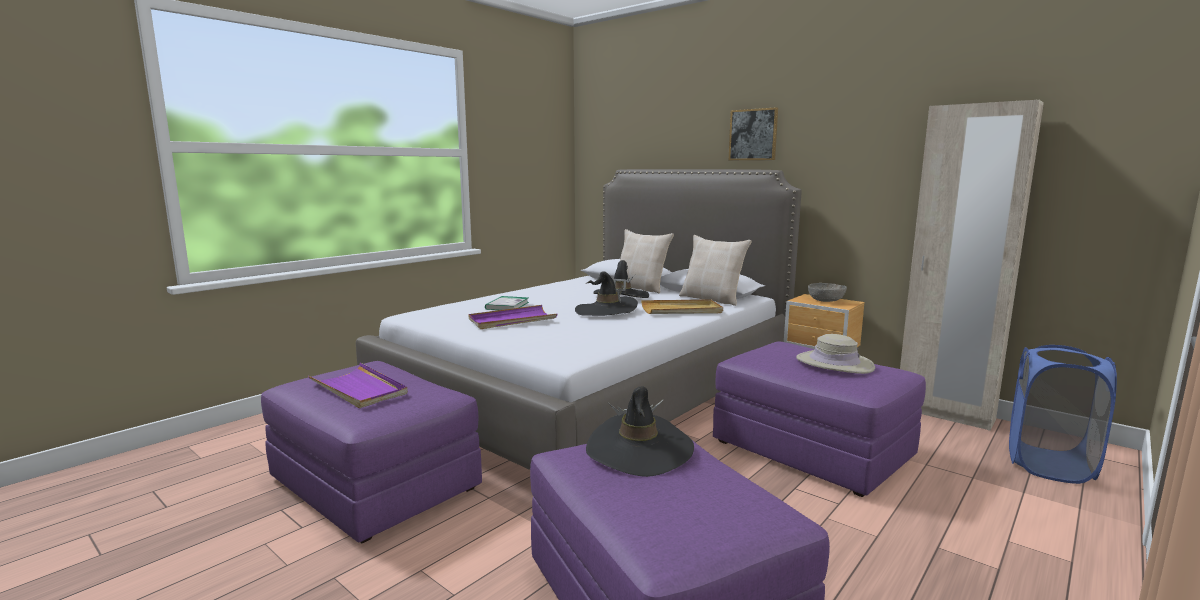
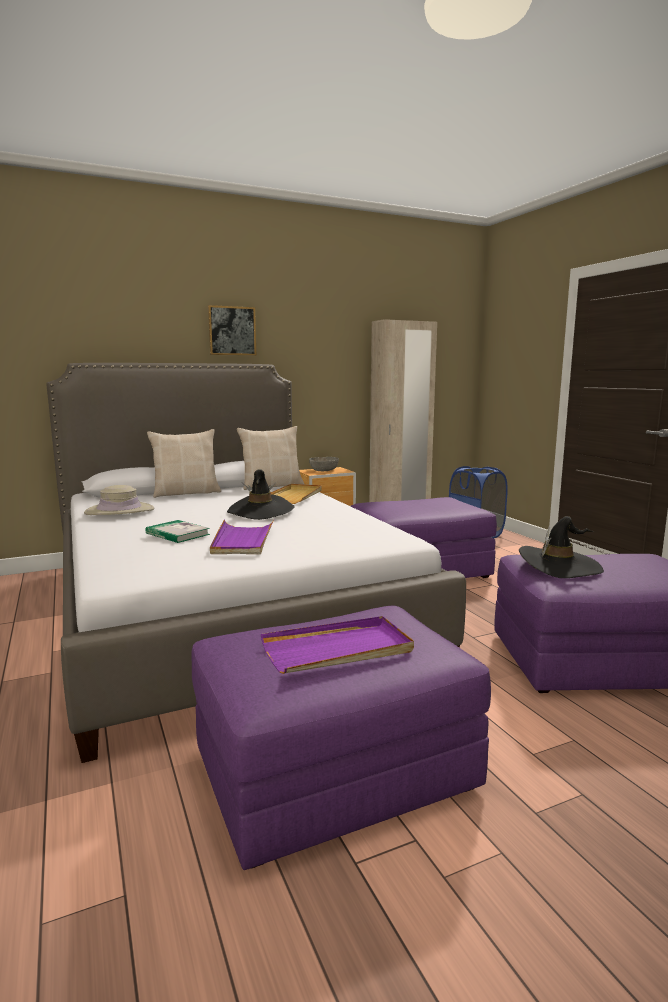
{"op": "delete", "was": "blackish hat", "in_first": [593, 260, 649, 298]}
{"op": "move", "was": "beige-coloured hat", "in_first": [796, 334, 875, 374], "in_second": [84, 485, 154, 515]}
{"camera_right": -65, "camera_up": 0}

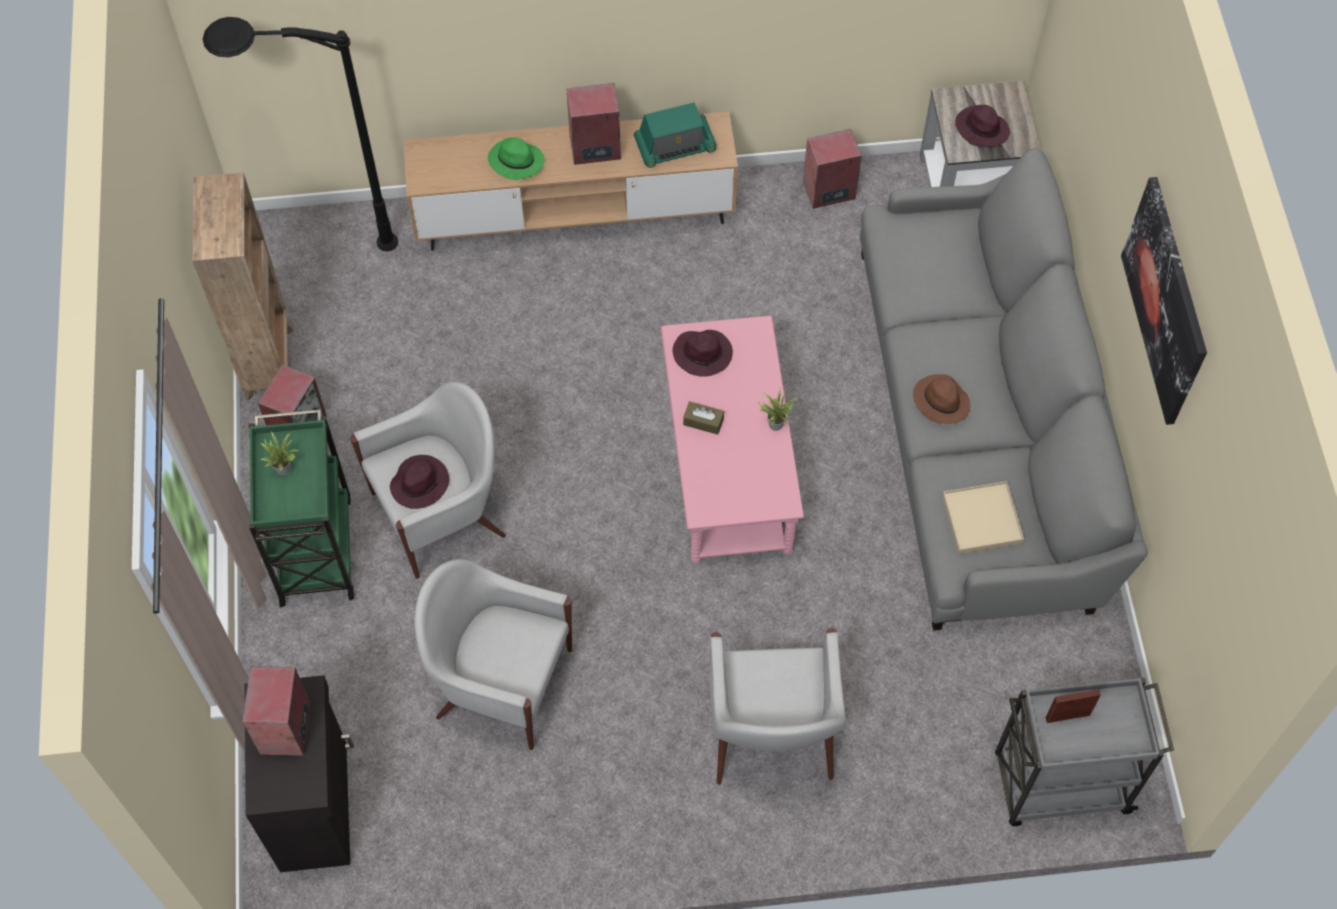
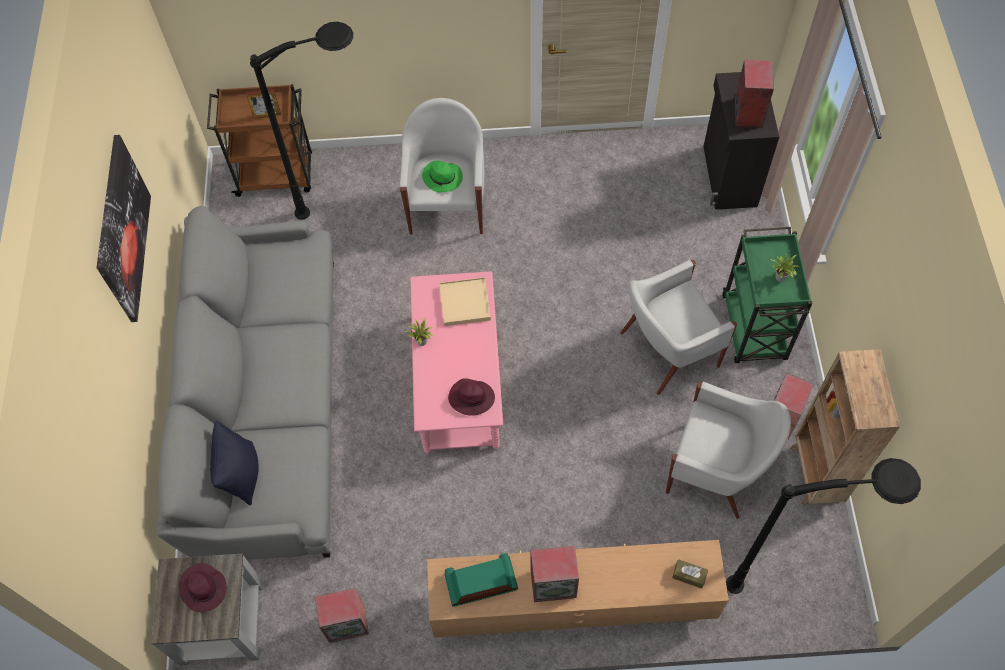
{"op": "delete", "was": "purple hat", "in_first": [390, 455, 449, 509]}
{"op": "move", "was": "white-coloured armchair", "in_first": [414, 559, 572, 750], "in_second": [666, 381, 791, 519]}
{"op": "move", "was": "green-coloured hat", "in_first": [488, 137, 544, 180], "in_second": [422, 160, 463, 192]}
{"op": "move", "was": "brownish box of tissues", "in_first": [683, 401, 724, 435], "in_second": [672, 559, 708, 589]}
{"op": "delete", "was": "brownish hat", "in_first": [913, 374, 970, 424]}
{"op": "move", "was": "beige-coloured serving tray", "in_first": [942, 481, 1024, 554], "in_second": [439, 277, 491, 326]}
{"op": "recolor", "was": "grey wheeled cart", "now": "brownish wheeled cart", "in_first": [995, 677, 1174, 826], "in_second": [207, 84, 312, 197]}
{"op": "insert", "now": "blackish throw pillow", "in_second": [210, 421, 259, 505]}
{"op": "insert", "now": "blackish standing lamp", "in_second": [250, 22, 353, 220]}
{"camera_right": -175, "camera_up": 0}

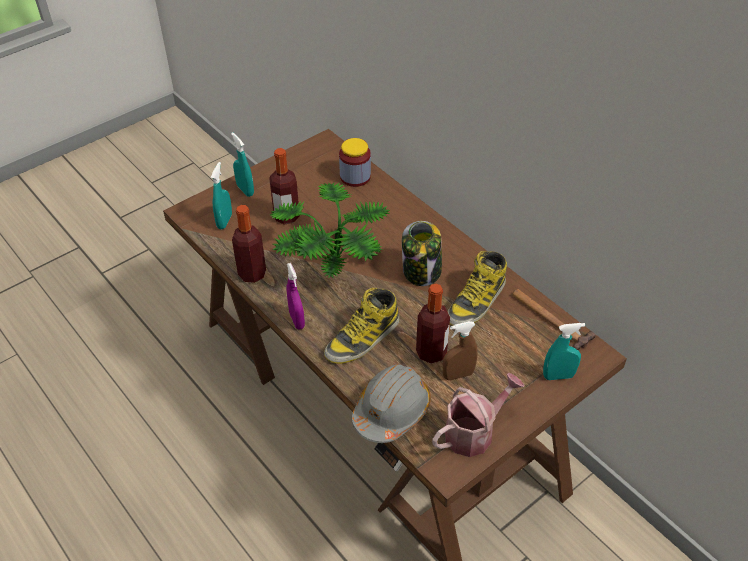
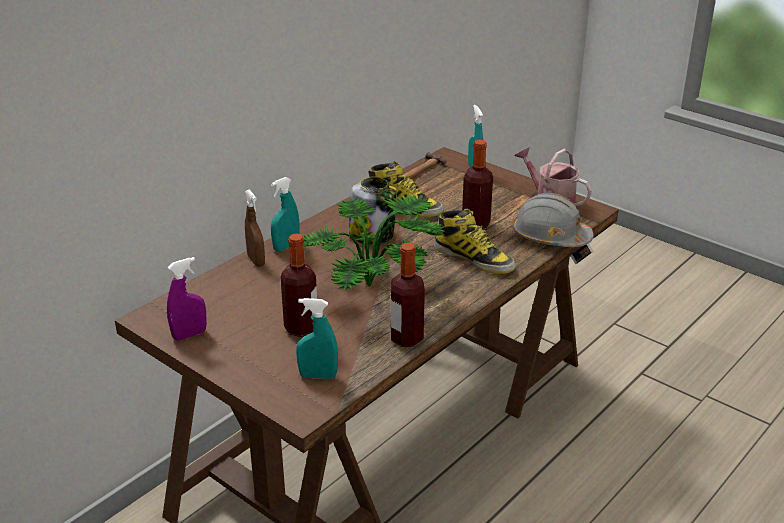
{"op": "move", "was": "turquoise-coloured hand sprayer", "in_first": [231, 132, 254, 197], "in_second": [271, 177, 300, 251]}
{"op": "move", "was": "purple hand sprayer", "in_first": [286, 263, 305, 329], "in_second": [167, 257, 207, 340]}
{"op": "delete", "was": "preserve jar", "in_first": [339, 138, 371, 187]}
{"op": "move", "was": "brownish hand sprayer", "in_first": [443, 321, 478, 380], "in_second": [245, 189, 265, 267]}
{"camera_right": -100, "camera_up": -15}

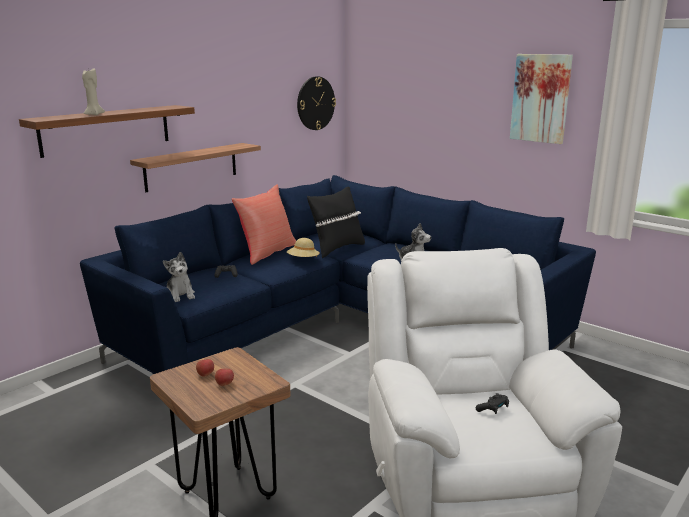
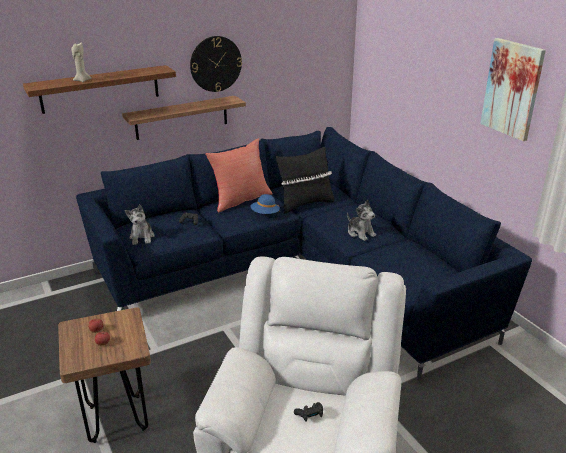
{"op": "recolor", "was": "beige-coloured hat", "now": "blue hat", "in_first": [287, 238, 320, 257], "in_second": [250, 194, 280, 214]}
{"op": "move", "was": "hanging clock", "in_first": [297, 76, 336, 130], "in_second": [190, 36, 242, 92]}
{"camera_right": 20, "camera_up": 10}

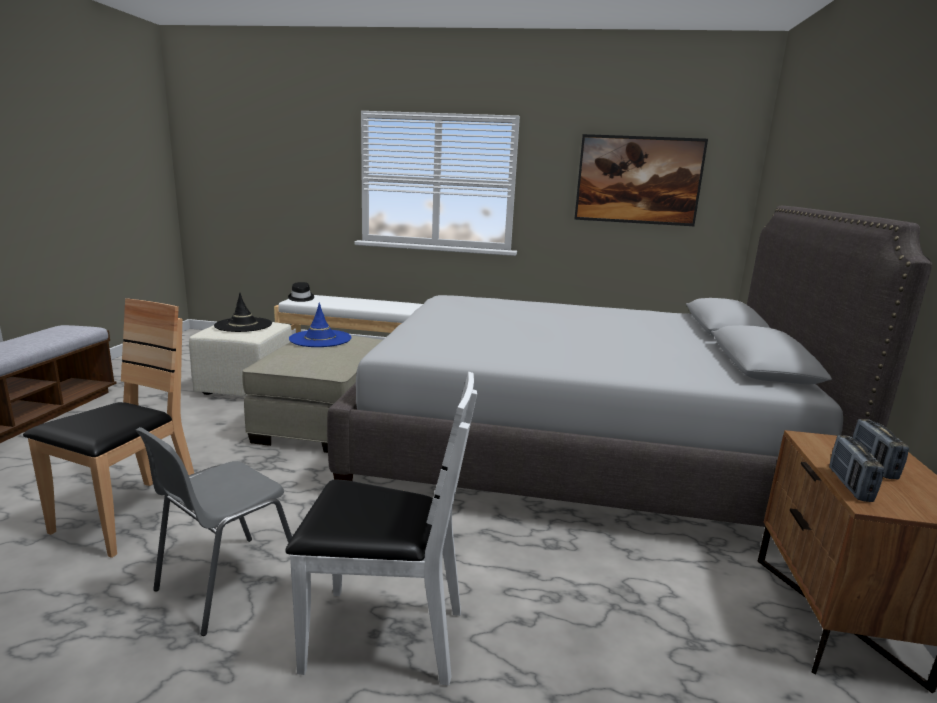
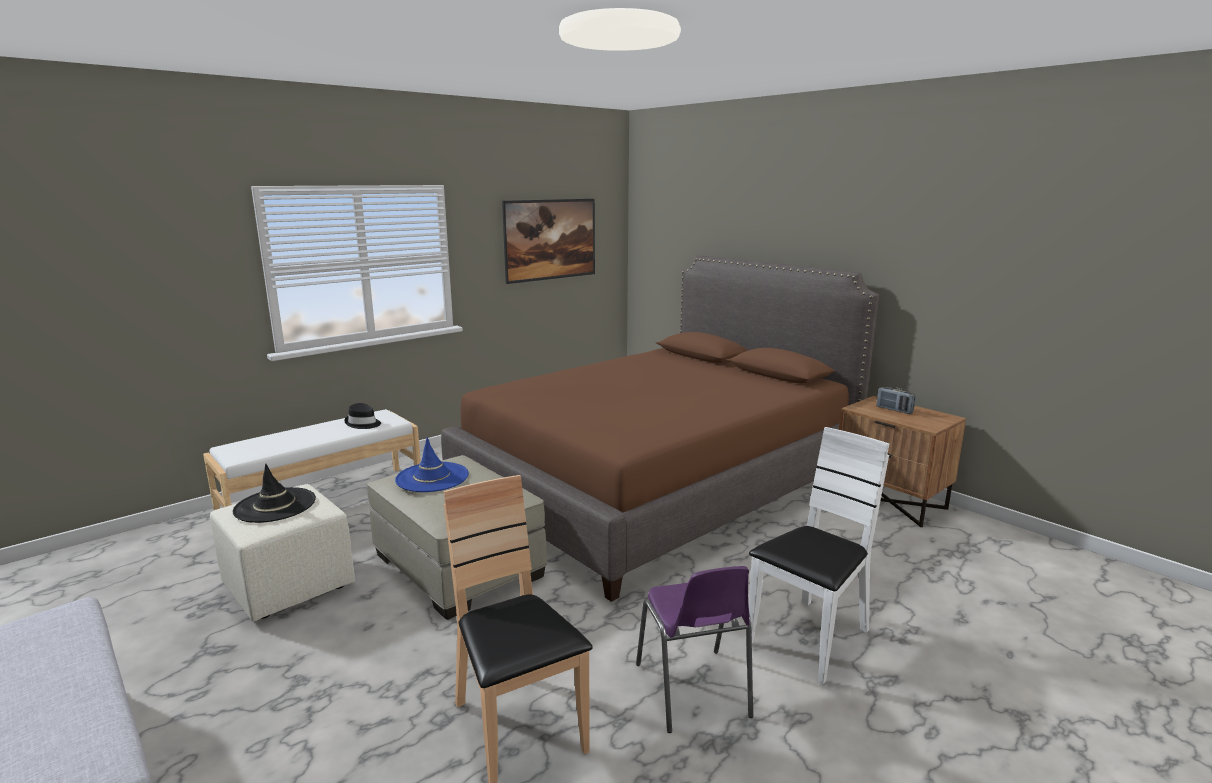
{"op": "recolor", "was": "grey plain chair", "now": "purple plain chair", "in_first": [136, 427, 292, 636], "in_second": [636, 566, 753, 733]}
{"op": "move", "was": "blackish hat", "in_first": [288, 282, 314, 302], "in_second": [345, 403, 381, 429]}
{"op": "recolor", "was": "grey bed", "now": "brownish bed", "in_first": [327, 206, 932, 527], "in_second": [441, 255, 879, 602]}
{"op": "delete", "was": "radio receiver", "in_first": [829, 435, 884, 502]}
{"camera_right": -50, "camera_up": 0}

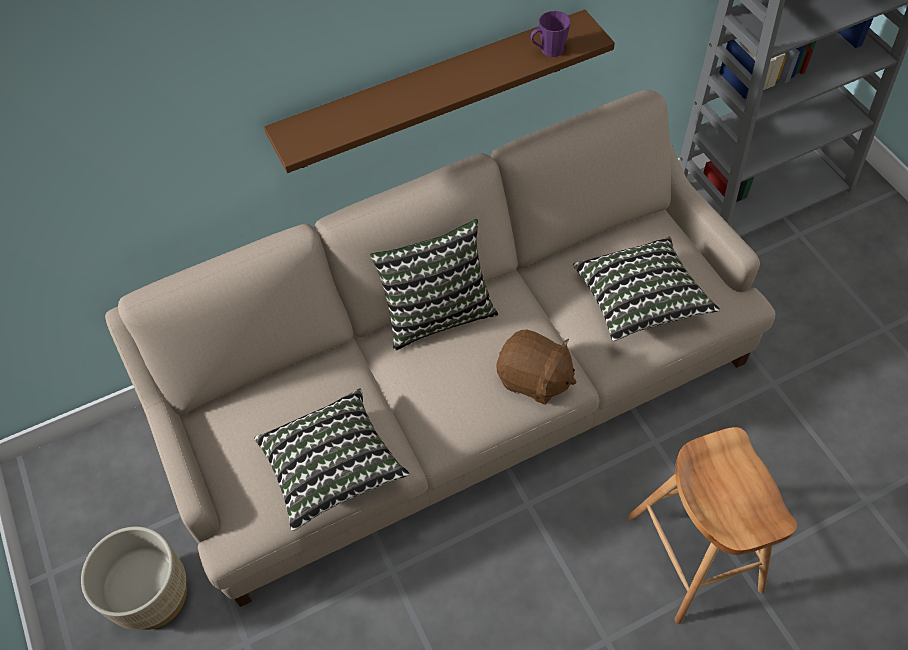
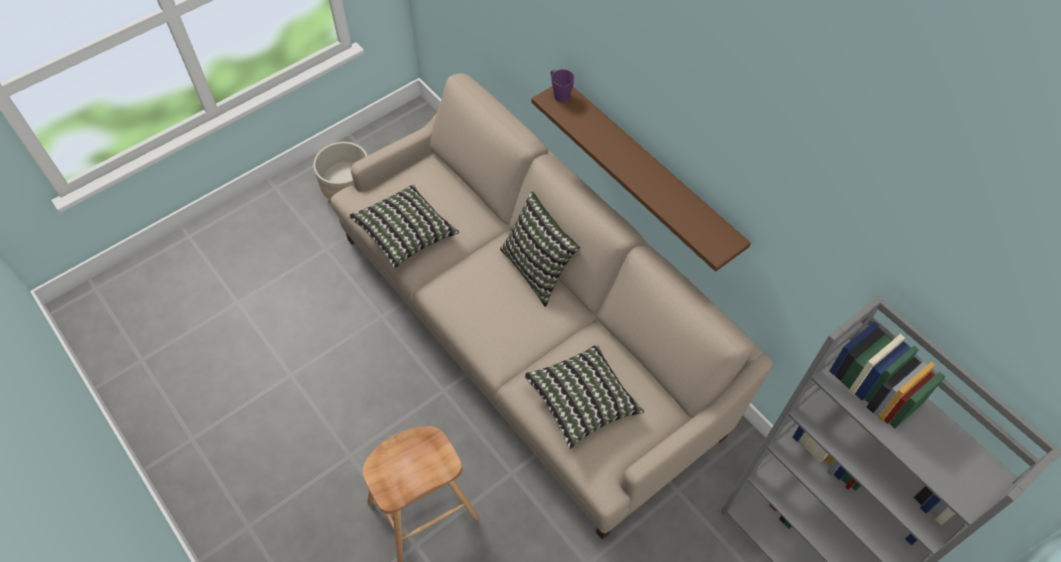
{"op": "delete", "was": "brownish soft toy", "in_first": [496, 329, 576, 405]}
{"op": "move", "was": "purple coffee mug", "in_first": [531, 11, 571, 57], "in_second": [551, 69, 575, 102]}
{"camera_right": 75, "camera_up": 0}

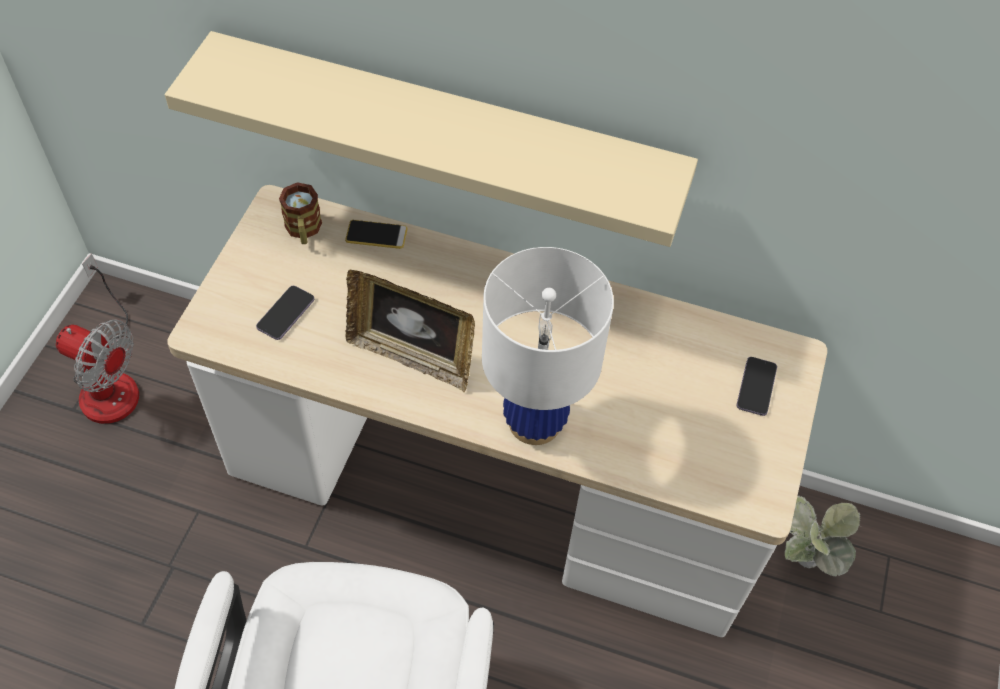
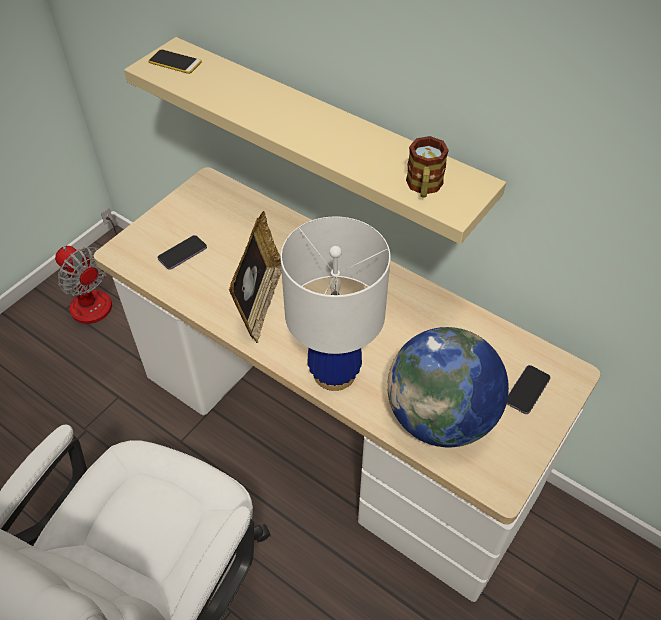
{"op": "move", "was": "coffee mug", "in_first": [279, 182, 322, 244], "in_second": [406, 136, 449, 198]}
{"op": "move", "was": "phone", "in_first": [345, 220, 408, 249], "in_second": [148, 49, 202, 74]}
{"op": "rotate", "was": "standing frame", "in_first": [345, 270, 475, 392], "in_second": [229, 211, 282, 343], "clockwise": -120}
{"op": "delete", "was": "plant in a pot", "in_first": [785, 496, 860, 577]}
{"op": "insert", "now": "world globe", "in_second": [387, 327, 509, 447]}
{"camera_right": 20, "camera_up": -5}

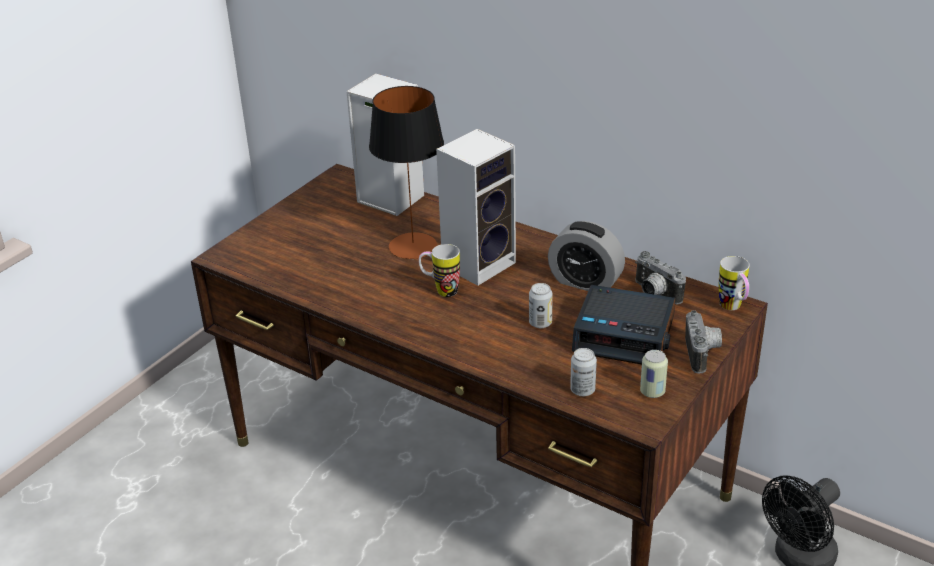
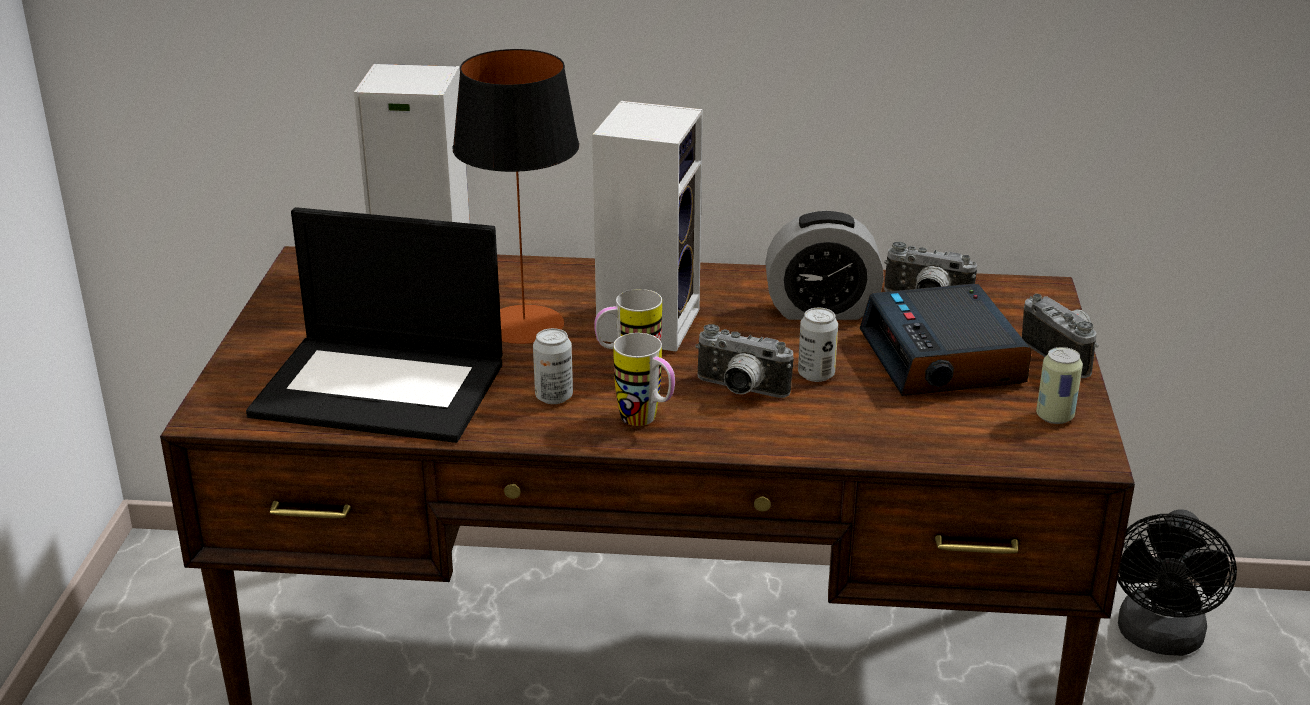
{"op": "move", "was": "sealed can", "in_first": [570, 348, 597, 396], "in_second": [533, 328, 573, 404]}
{"op": "rotate", "was": "bedside clock", "in_first": [572, 285, 676, 364], "in_second": [860, 284, 1032, 396], "clockwise": 90}
{"op": "move", "was": "coffee mug", "in_first": [719, 256, 750, 310], "in_second": [613, 333, 675, 426]}
{"op": "insert", "now": "portable computer", "in_second": [246, 207, 502, 443]}
{"op": "insert", "now": "still camera", "in_second": [695, 324, 794, 398]}
{"camera_right": -30, "camera_up": -5}

